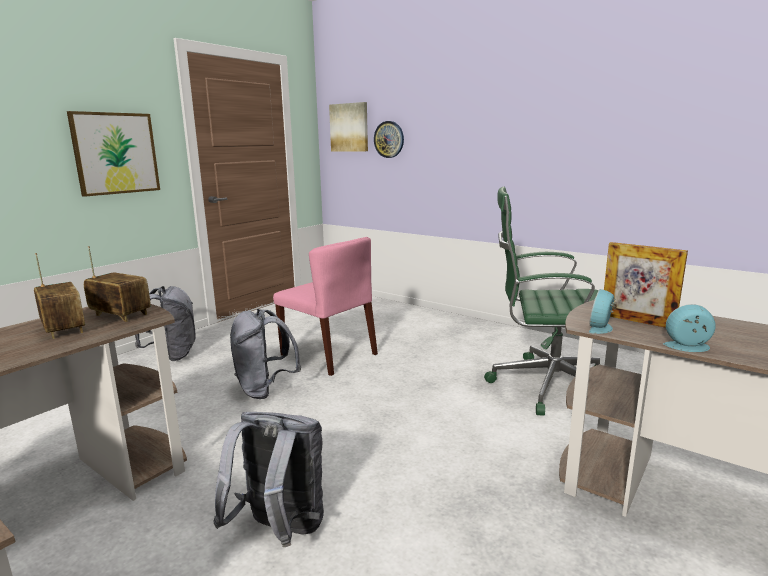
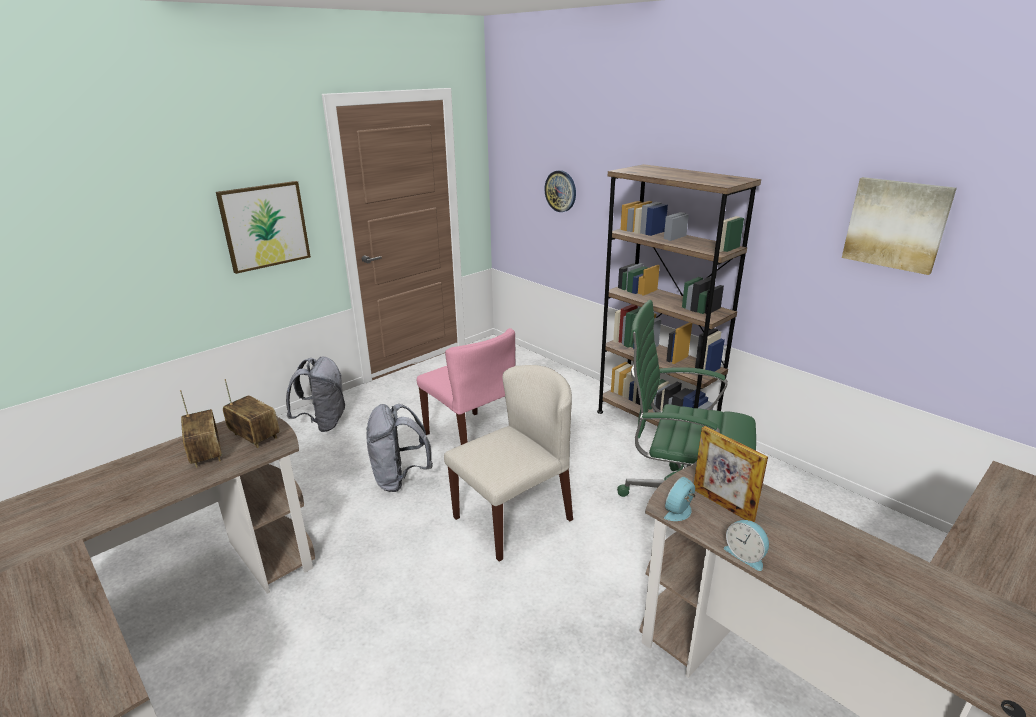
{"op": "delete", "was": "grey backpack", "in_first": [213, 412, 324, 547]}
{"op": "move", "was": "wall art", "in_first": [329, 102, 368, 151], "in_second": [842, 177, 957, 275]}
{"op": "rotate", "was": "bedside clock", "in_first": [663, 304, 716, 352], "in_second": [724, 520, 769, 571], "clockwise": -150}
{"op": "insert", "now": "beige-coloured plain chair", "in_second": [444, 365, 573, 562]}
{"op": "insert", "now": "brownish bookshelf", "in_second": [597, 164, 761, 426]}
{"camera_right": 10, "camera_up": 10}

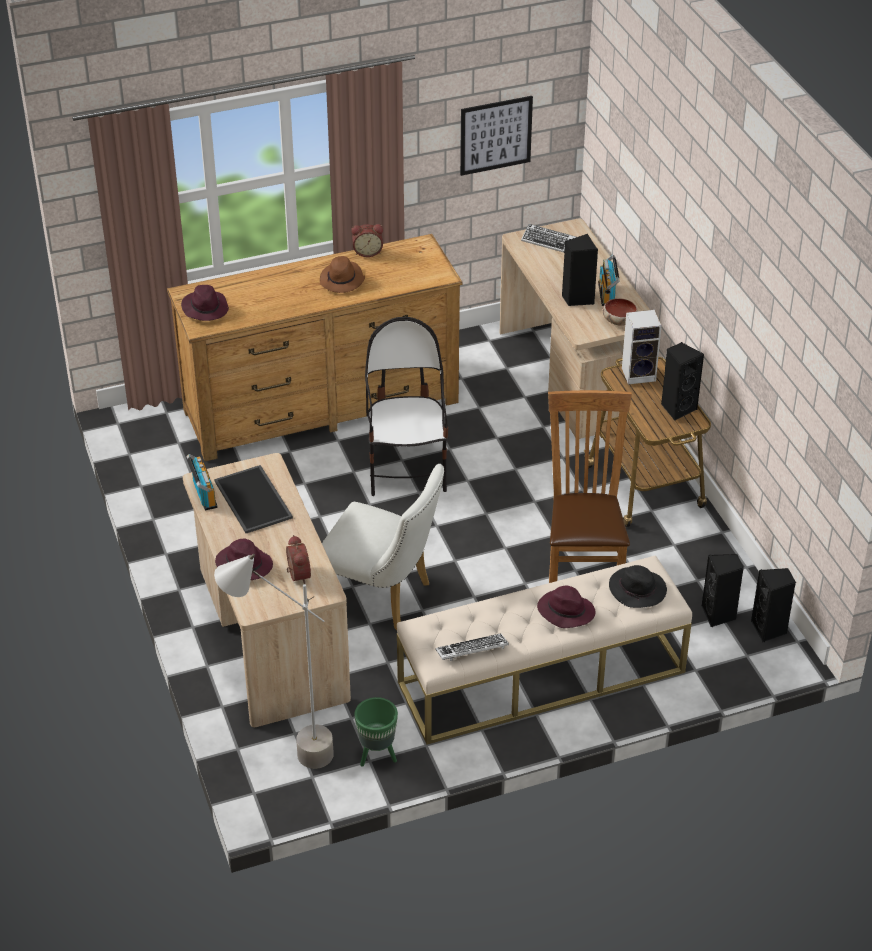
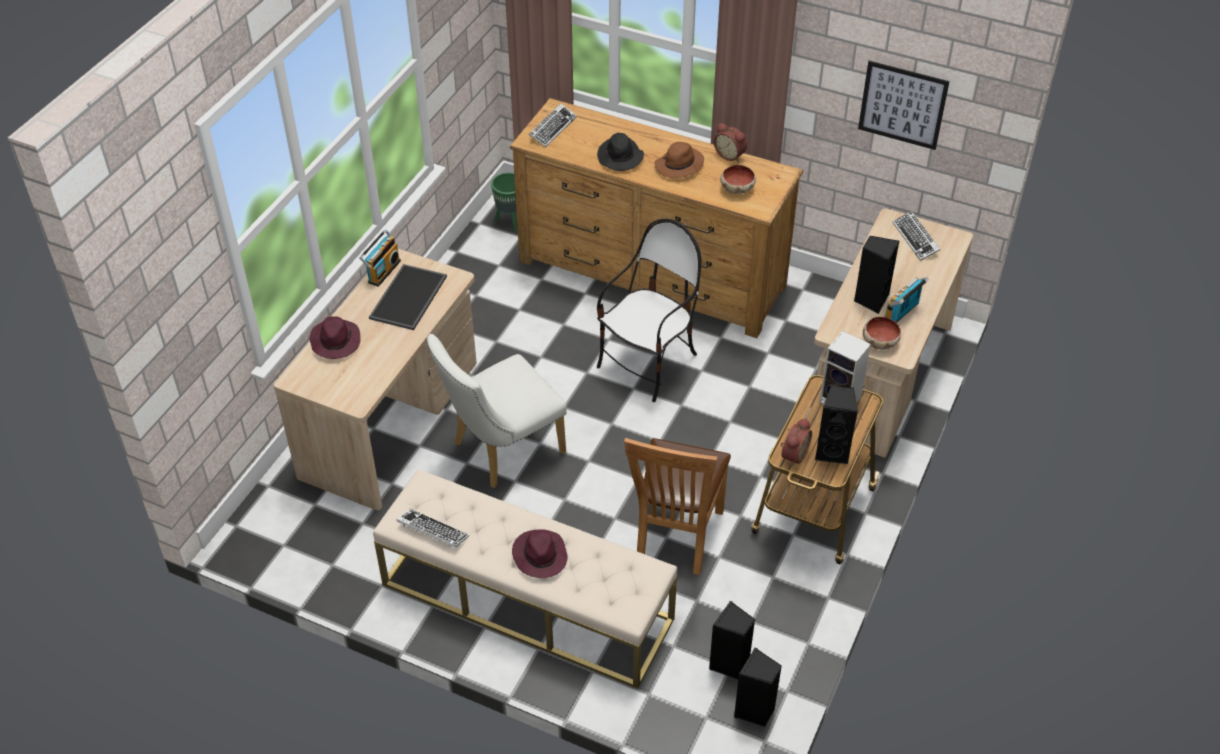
{"op": "replace", "was": "purple hat", "now": "computer keyboard", "in_first": [181, 285, 229, 321], "in_second": [529, 103, 577, 147]}
{"op": "delete", "was": "grey standing lamp", "in_first": [214, 554, 334, 769]}
{"op": "move", "was": "bedside clock", "in_first": [286, 535, 311, 584], "in_second": [781, 418, 812, 466]}
{"op": "rotate", "was": "white-coloured plain chair", "in_first": [322, 464, 444, 630], "in_second": [427, 334, 567, 488], "clockwise": 75}
{"op": "move", "was": "green-coloured flower pot", "in_first": [354, 697, 398, 766], "in_second": [491, 172, 517, 232]}
{"op": "rotate", "was": "brownish plain chair", "in_first": [548, 390, 632, 583], "in_second": [624, 438, 731, 575], "clockwise": 150}
{"op": "move", "was": "blackish hat", "in_first": [609, 565, 667, 608], "in_second": [597, 133, 644, 171]}
{"op": "insert", "now": "serving bowl", "in_second": [720, 165, 756, 194]}
{"camera_right": 45, "camera_up": 5}

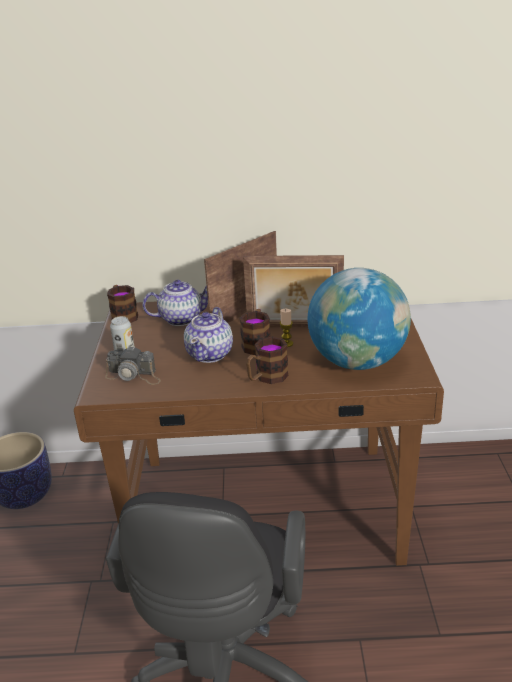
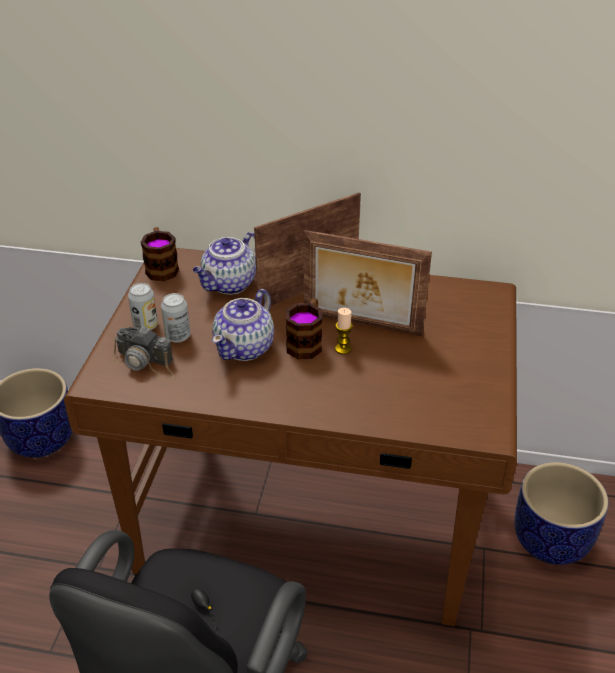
{"op": "rotate", "was": "teapot", "in_first": [143, 280, 208, 326], "in_second": [193, 232, 256, 294], "clockwise": 135}
{"op": "delete", "was": "coffee mug", "in_first": [246, 336, 289, 384]}
{"op": "delete", "was": "world globe", "in_first": [307, 268, 411, 370]}
{"op": "insert", "now": "sealed can", "in_second": [161, 293, 190, 343]}
{"op": "insert", "now": "flower pot", "in_second": [514, 462, 609, 565]}
{"camera_right": 10, "camera_up": 10}

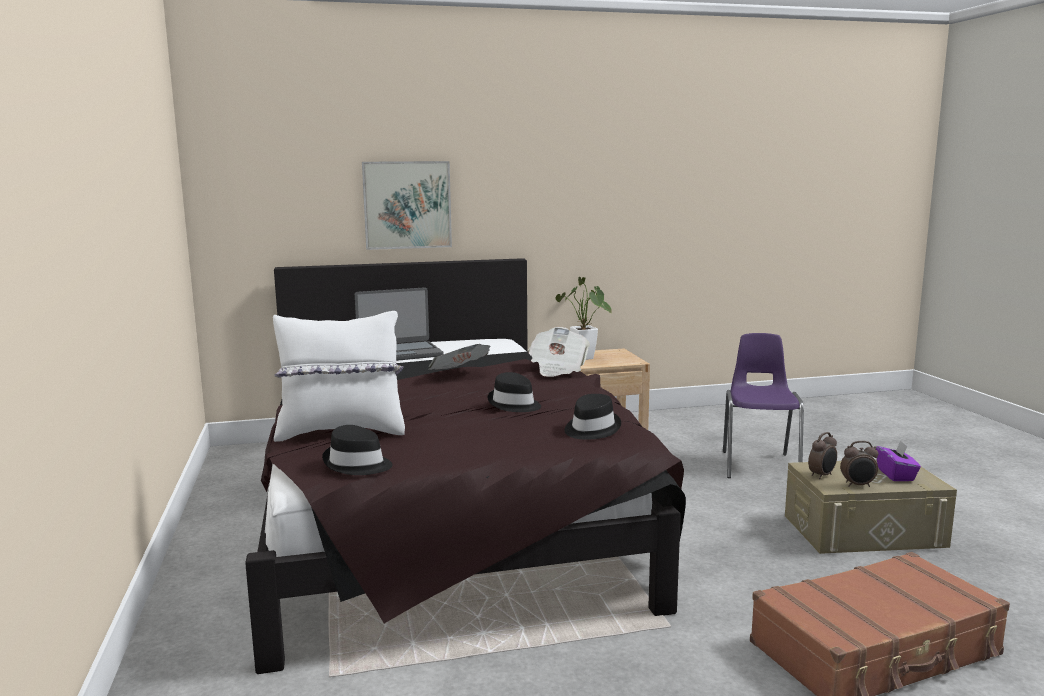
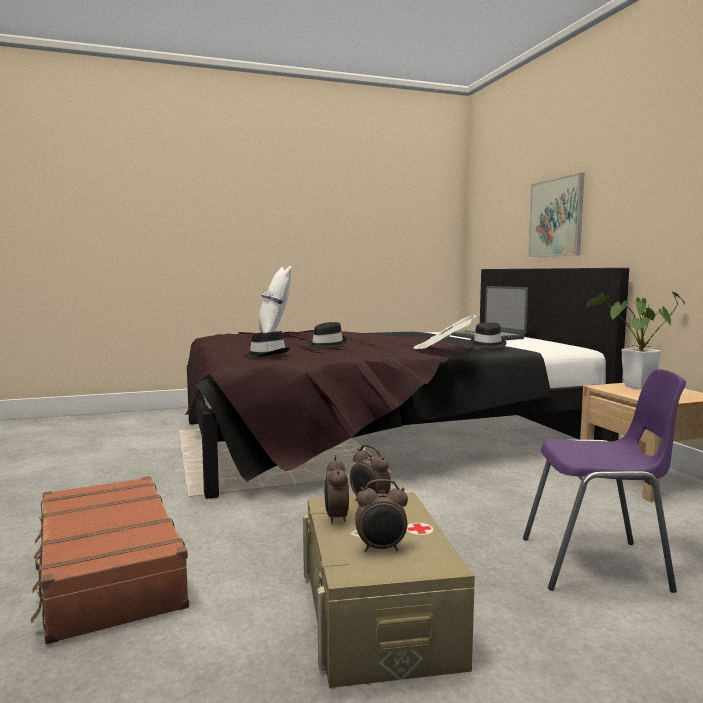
{"op": "move", "was": "blackish hat", "in_first": [322, 425, 392, 475], "in_second": [469, 322, 506, 348]}
{"op": "delete", "was": "newspaper", "in_first": [428, 344, 490, 370]}
{"op": "replace", "was": "purple box of tissues", "now": "bedside clock", "in_first": [876, 441, 921, 481], "in_second": [355, 479, 408, 552]}
{"camera_right": 85, "camera_up": -5}

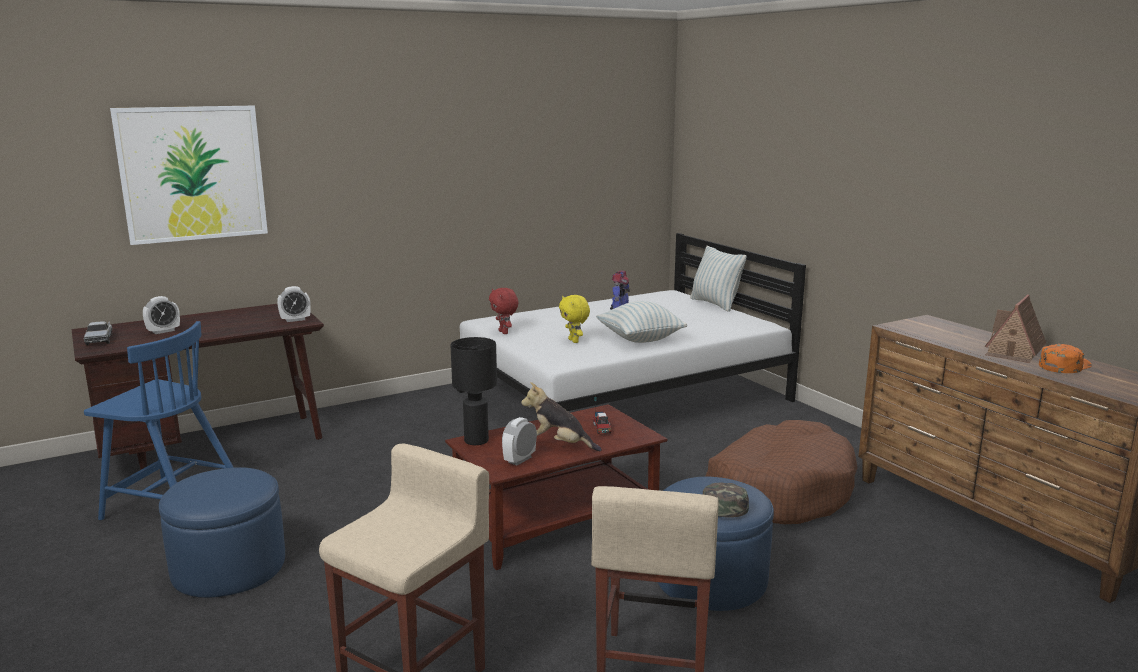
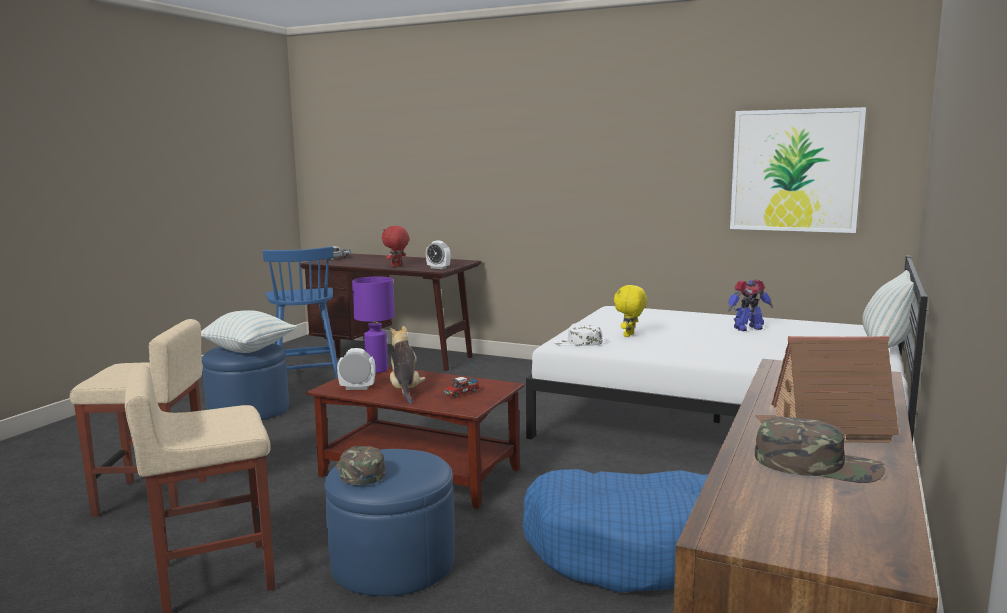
{"op": "move", "was": "wall art", "in_first": [110, 106, 268, 245], "in_second": [730, 107, 866, 233]}
{"op": "delete", "was": "bedside clock", "in_first": [143, 296, 180, 334]}
{"op": "recolor", "was": "blackish lamp for a table", "now": "purple lamp for a table", "in_first": [450, 337, 497, 445], "in_second": [352, 277, 395, 373]}
{"op": "move", "was": "red-coloured soft toy", "in_first": [489, 288, 518, 334], "in_second": [382, 226, 409, 267]}
{"op": "move", "was": "throw pillow", "in_first": [596, 301, 687, 343], "in_second": [201, 310, 297, 353]}
{"op": "recolor", "was": "brownish dog cushion", "now": "blue dog cushion", "in_first": [705, 420, 858, 524], "in_second": [522, 469, 709, 593]}
{"op": "recolor", "was": "orange-coloured peaked cap", "now": "green-coloured peaked cap", "in_first": [1039, 344, 1092, 373], "in_second": [755, 417, 886, 483]}
{"op": "insert", "now": "white-coloured peaked cap", "in_second": [553, 325, 603, 346]}
{"camera_right": 55, "camera_up": -5}

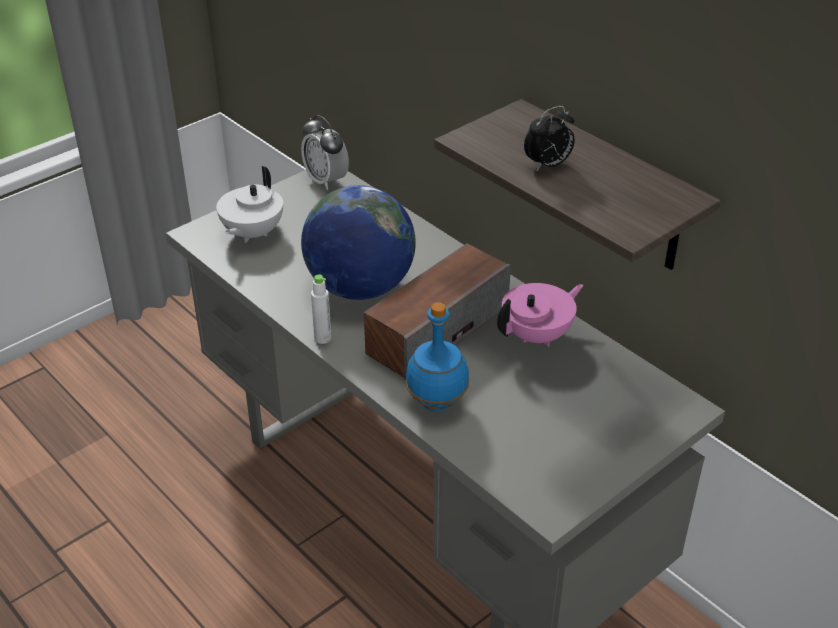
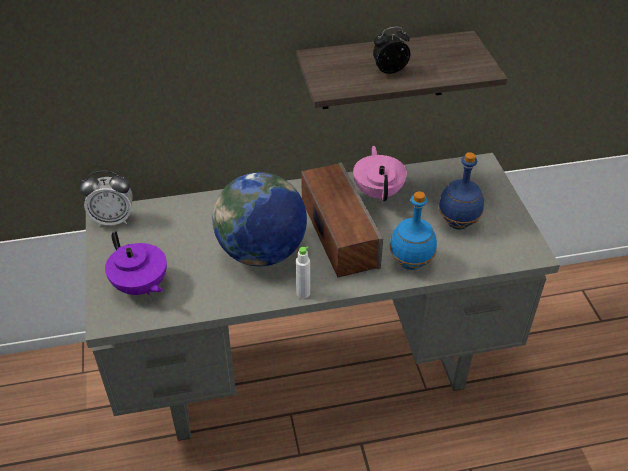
{"op": "recolor", "was": "white-coloured teapot", "now": "purple teapot", "in_first": [216, 166, 283, 243], "in_second": [105, 231, 167, 295]}
{"op": "rotate", "was": "bedside clock", "in_first": [524, 106, 575, 171], "in_second": [373, 27, 410, 74], "clockwise": -105}
{"op": "insert", "now": "blue bottle", "in_second": [439, 152, 484, 230]}
{"camera_right": -60, "camera_up": 5}

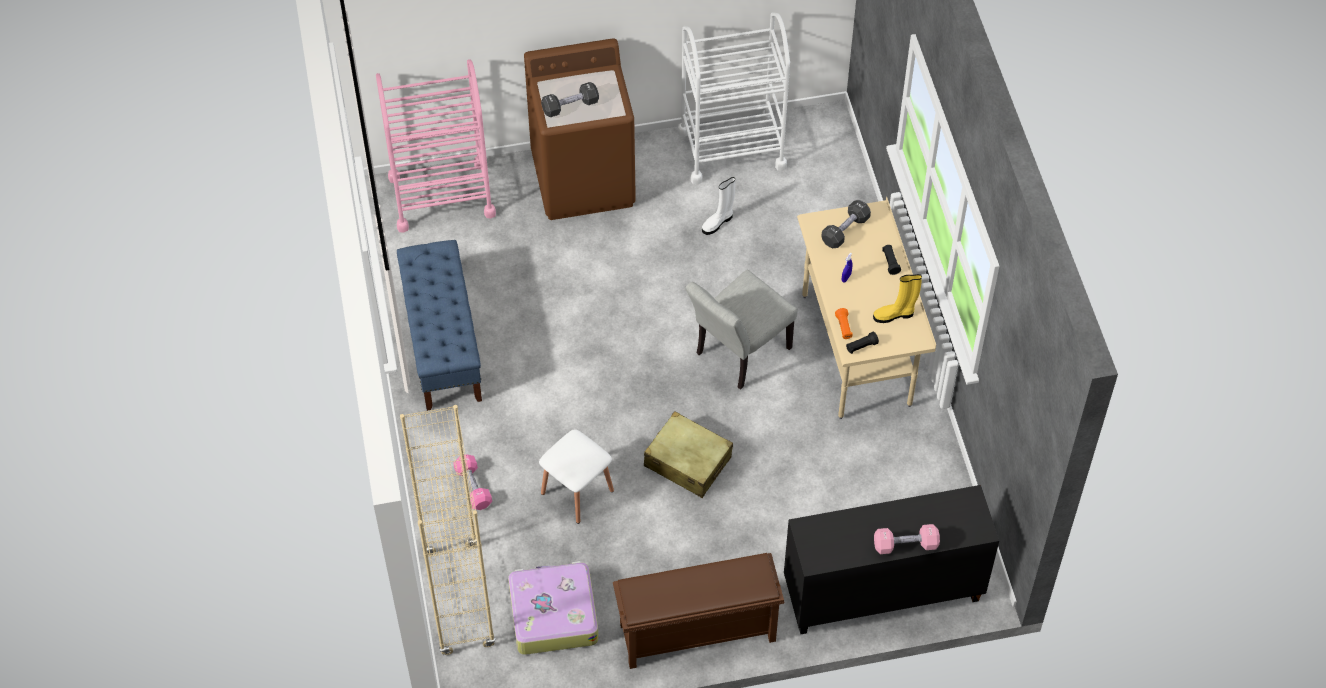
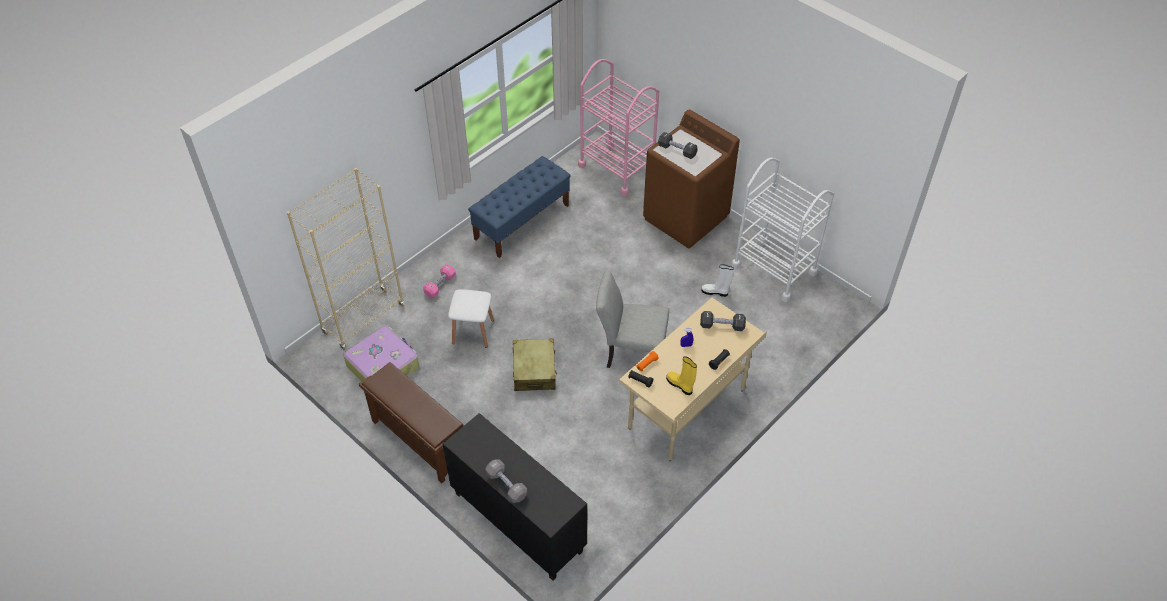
{"op": "recolor", "was": "pink-coloured free weight", "now": "grey free weight", "in_first": [874, 524, 940, 554], "in_second": [485, 459, 527, 503]}
{"camera_right": 55, "camera_up": -5}

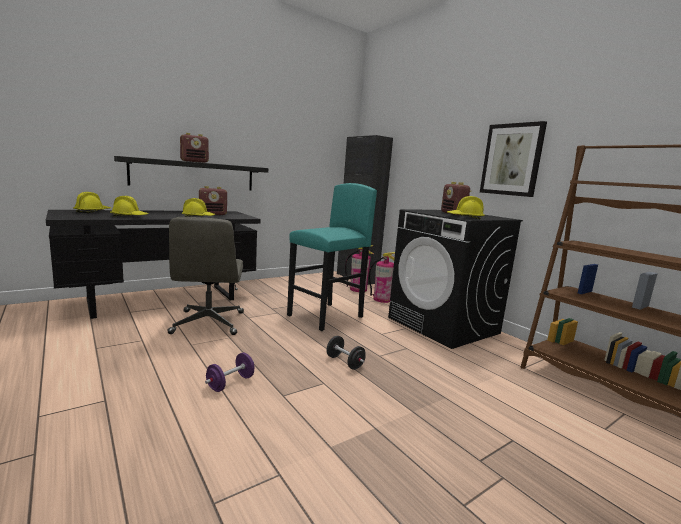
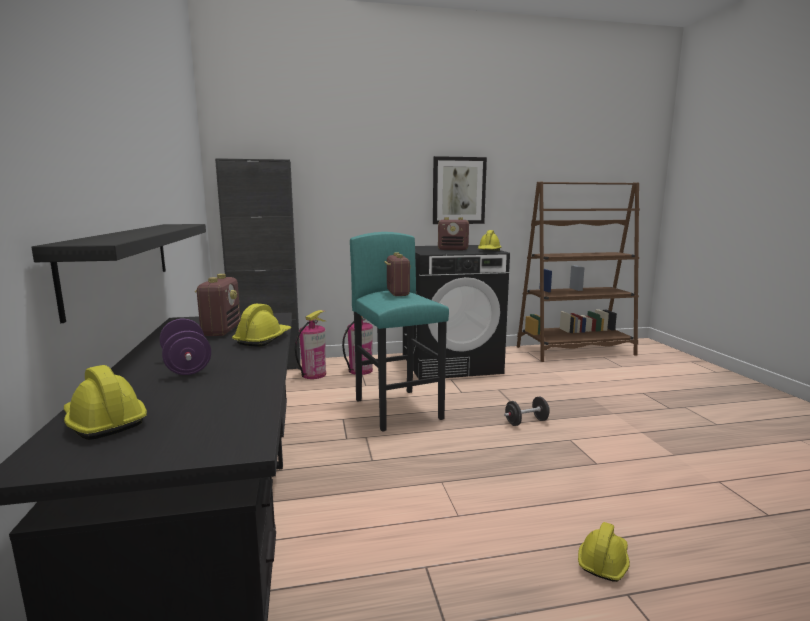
{"op": "move", "was": "yellow safety helmet", "in_first": [110, 196, 148, 216], "in_second": [578, 522, 630, 582]}
{"op": "delete", "was": "grey office chair", "in_first": [167, 217, 244, 335]}
{"op": "move", "was": "radio receiver", "in_first": [180, 133, 209, 163], "in_second": [384, 252, 411, 296]}
{"op": "move", "was": "purple free weight", "in_first": [205, 352, 254, 392], "in_second": [160, 319, 211, 375]}
{"camera_right": -65, "camera_up": 0}

